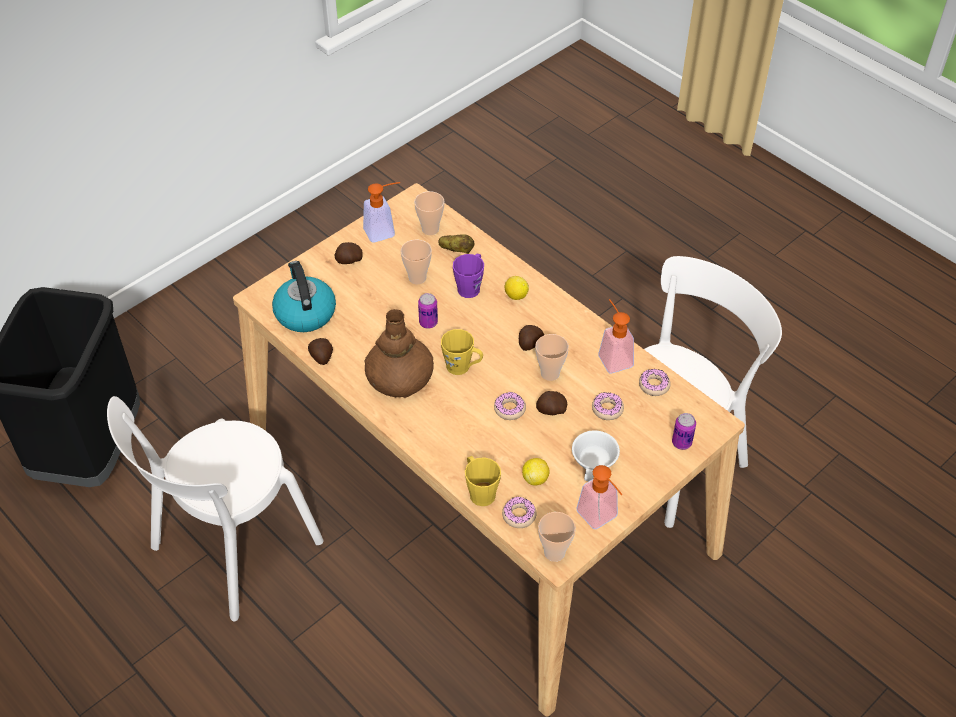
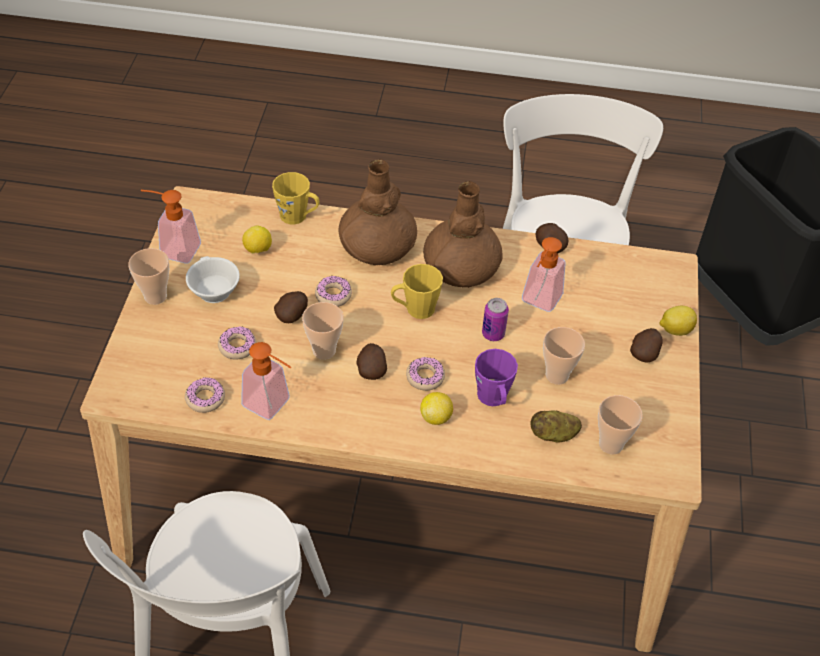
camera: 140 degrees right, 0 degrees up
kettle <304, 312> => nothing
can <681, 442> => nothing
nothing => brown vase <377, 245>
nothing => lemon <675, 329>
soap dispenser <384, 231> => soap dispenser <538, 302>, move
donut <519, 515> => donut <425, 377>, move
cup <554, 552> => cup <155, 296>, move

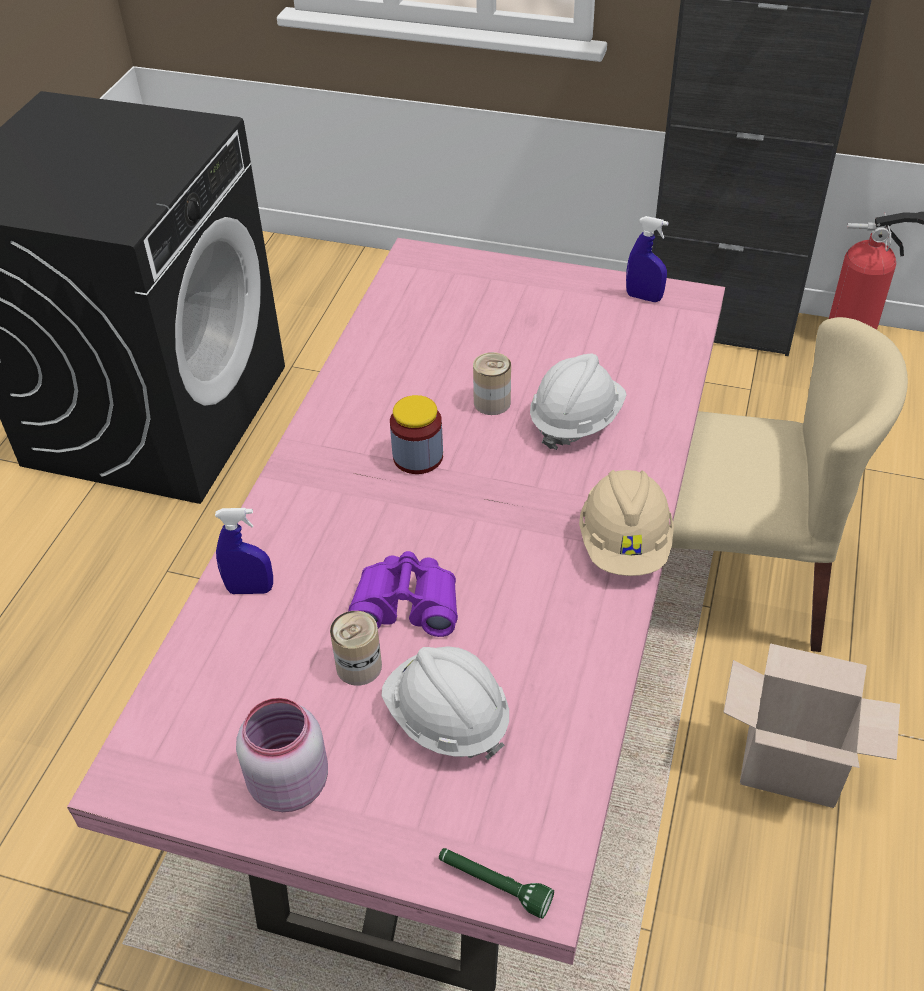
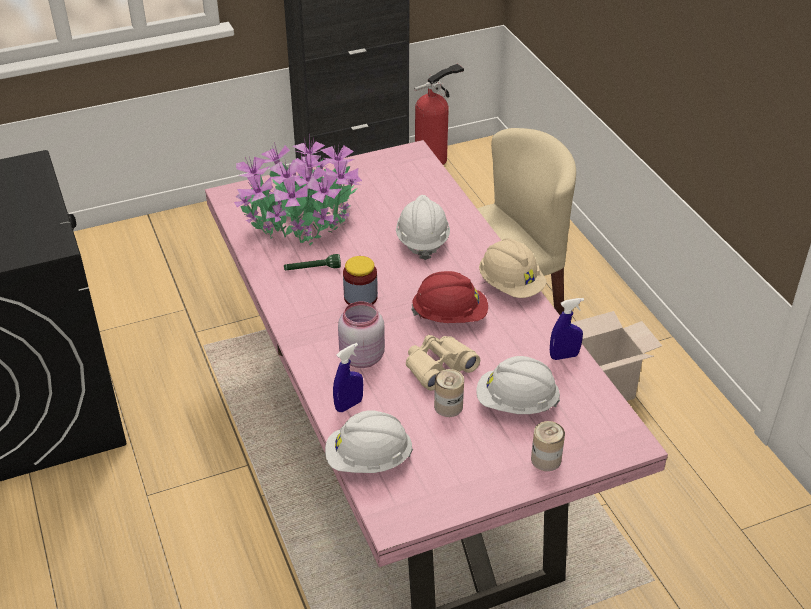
camera: 40 degrees left, 5 degrees down
nothing => potted plant <303, 221>
nothing => white hard hat <368, 460>
nothing => red hard hat <450, 315>
pink jar <287, 782> => pink jar <360, 357>, move
green flashlight <493, 885> => green flashlight <312, 269>, move
can <492, 402> => can <546, 459>, move
blue spray bottle <643, 297> => blue spray bottle <564, 356>, move
purple binoculars <407, 604> => beige binoculars <439, 367>

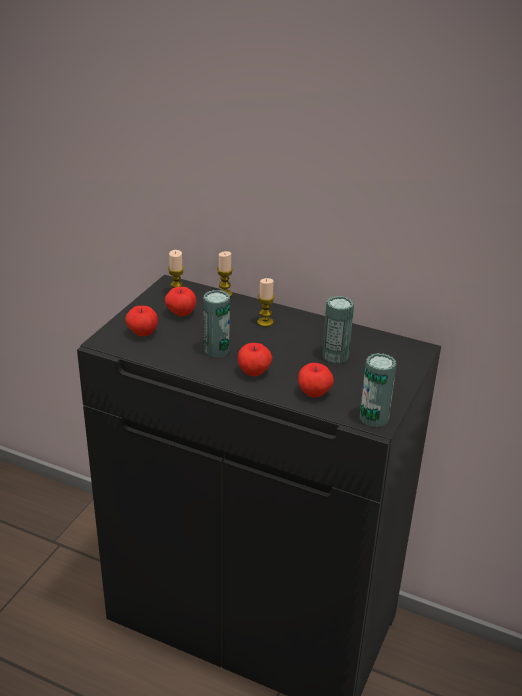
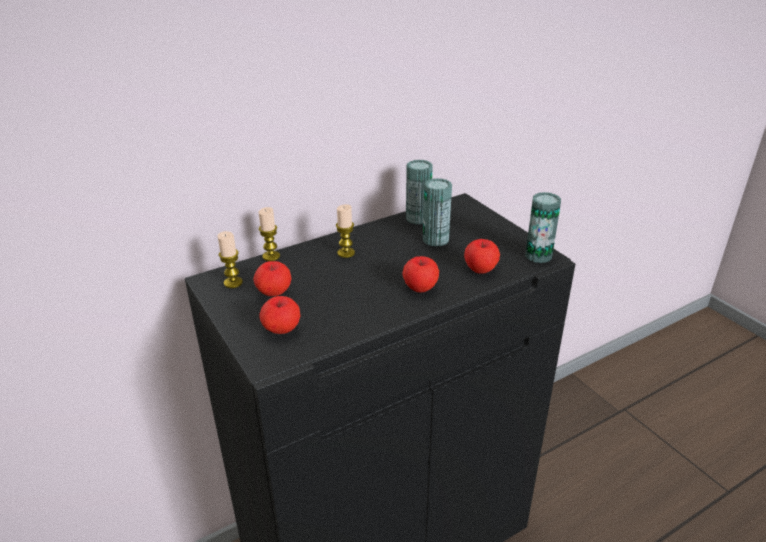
camera: 55 degrees left, 0 degrees up
can <216, 350> => can <418, 218>, move

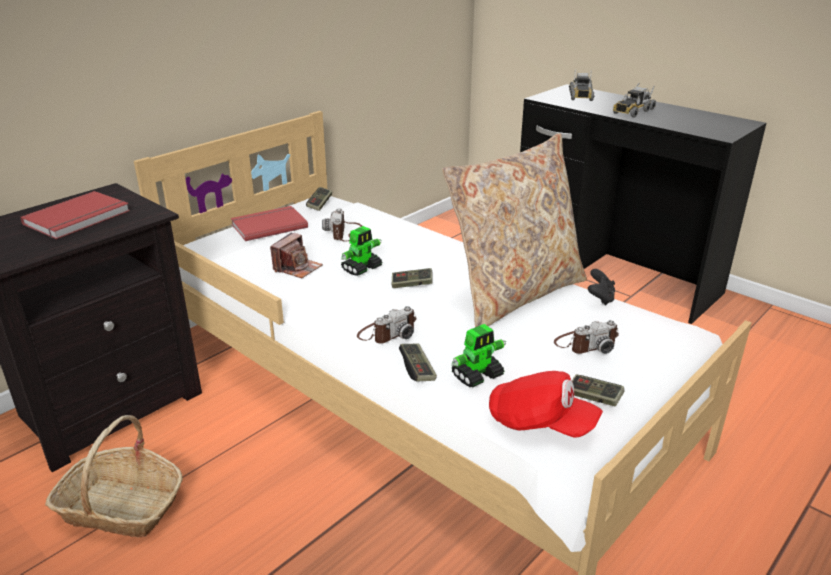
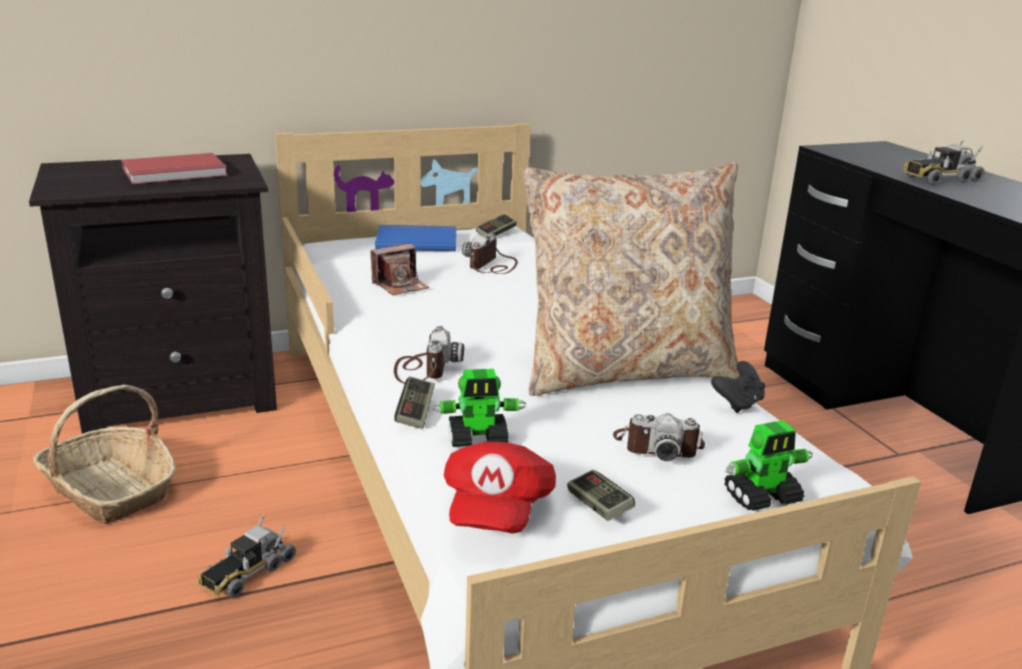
camera: 25 degrees right, 5 degrees down
game controller <412, 285> => nothing
toy robot <362, 268> => toy robot <763, 497>, move
toy truck <581, 96> => toy truck <247, 572>, move
red book <268, 225> => blue book <416, 241>
photo camera <387, 333> => photo camera <424, 368>, 75 degrees counterclockwise
red cap <540, 423> => red cap <496, 510>, 45 degrees clockwise

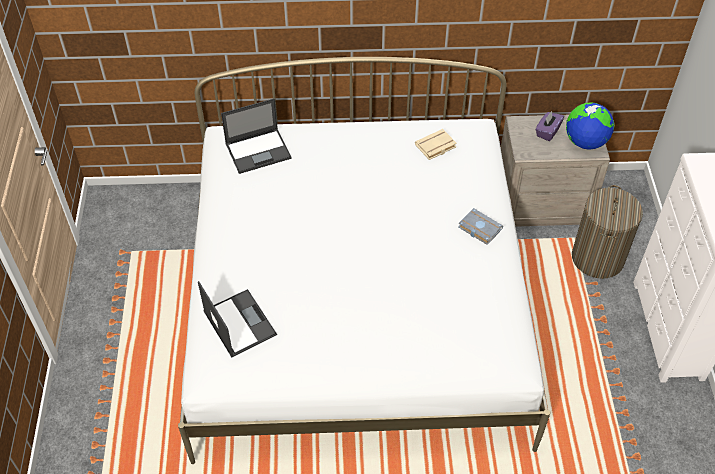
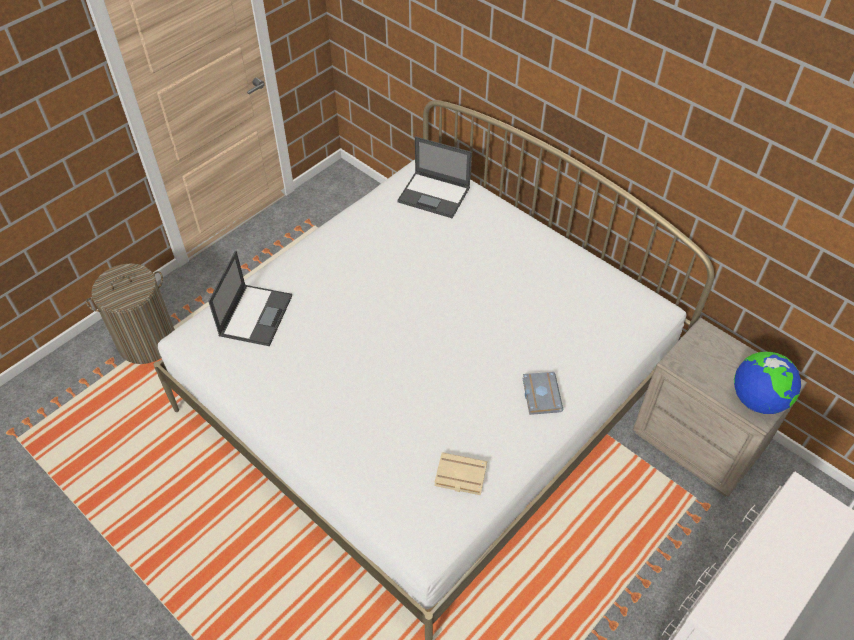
camera: 45 degrees right, 0 degrees up
purple tissue box <547, 132> => nothing
beige book <435, 147> => beige book <459, 476>, move
laundry basket <597, 258> => laundry basket <147, 341>, move

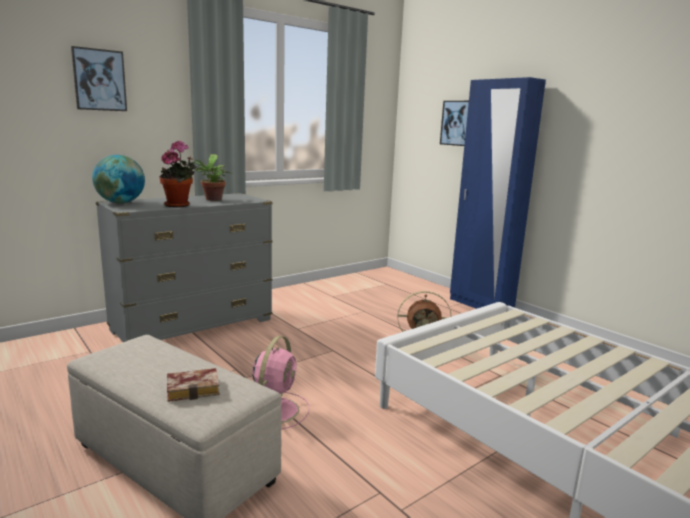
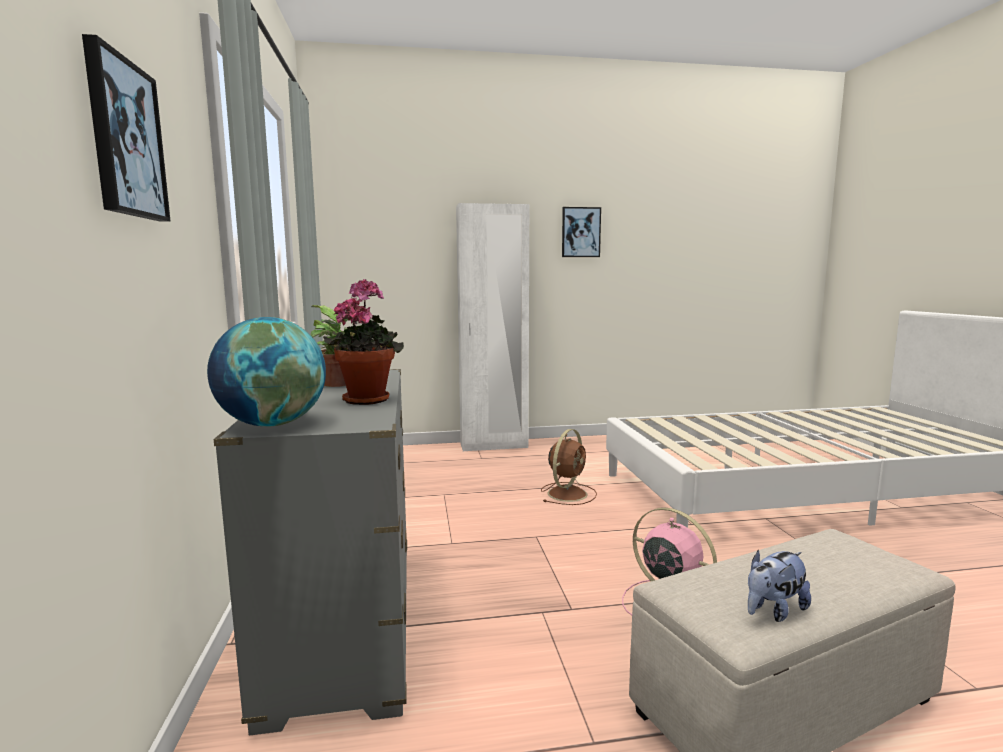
camera: 60 degrees left, 5 degrees down
book <195, 388> => nothing
nothing => plush toy <773, 611>
picture <456, 123> => picture <580, 232>, move
blue wardrobe <480, 305> => white wardrobe <494, 446>

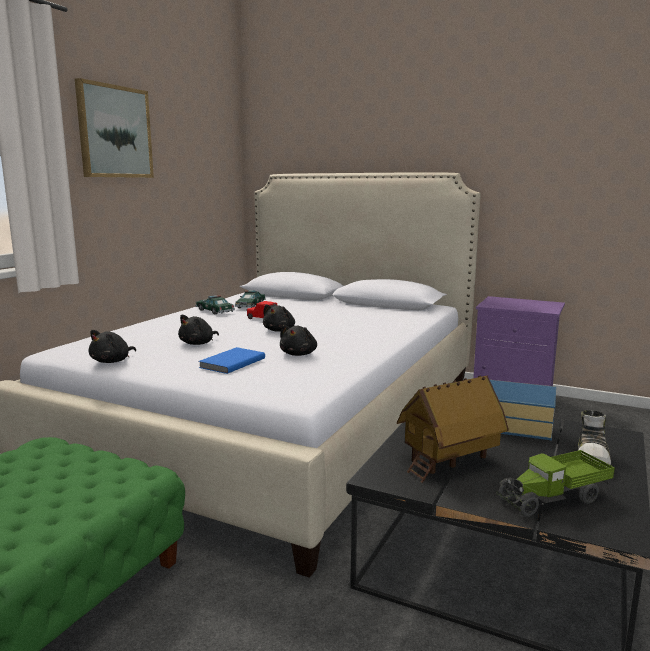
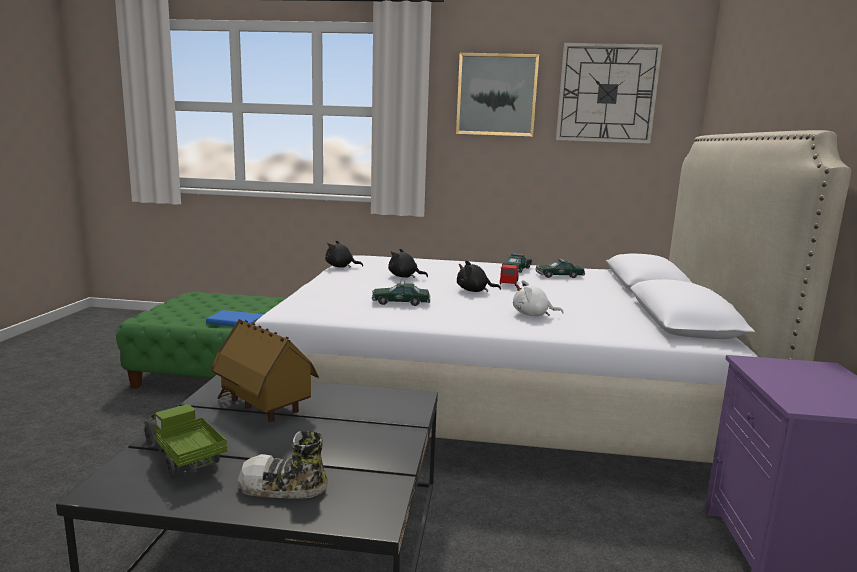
camera: 70 degrees right, 0 degrees up
toy house <517, 428> => nothing
nothing => white plush toy <533, 315>
nothing => wall clock <607, 94>
blue book <231, 363> => blue book <236, 321>, move
black plush toy <299, 354> => toy car <400, 302>

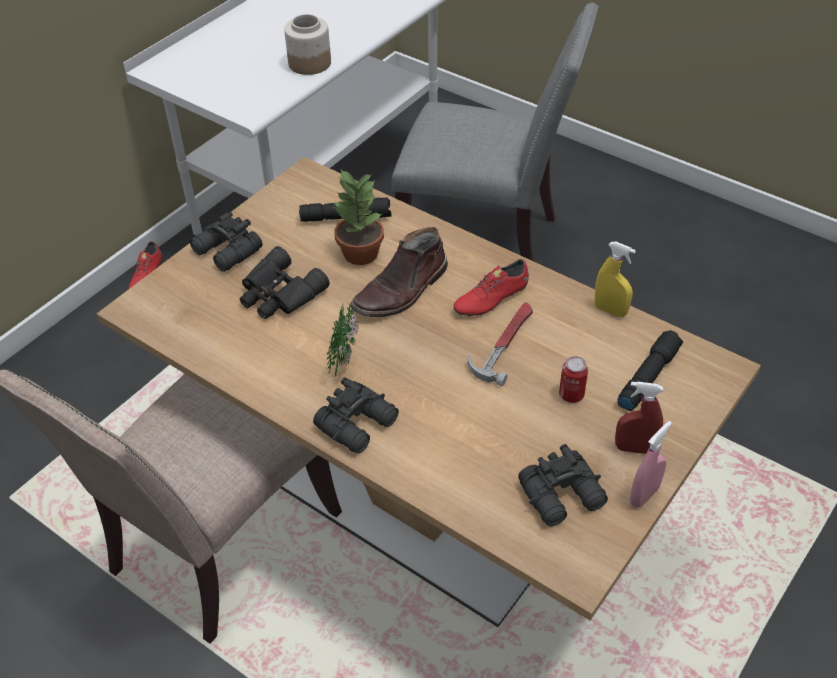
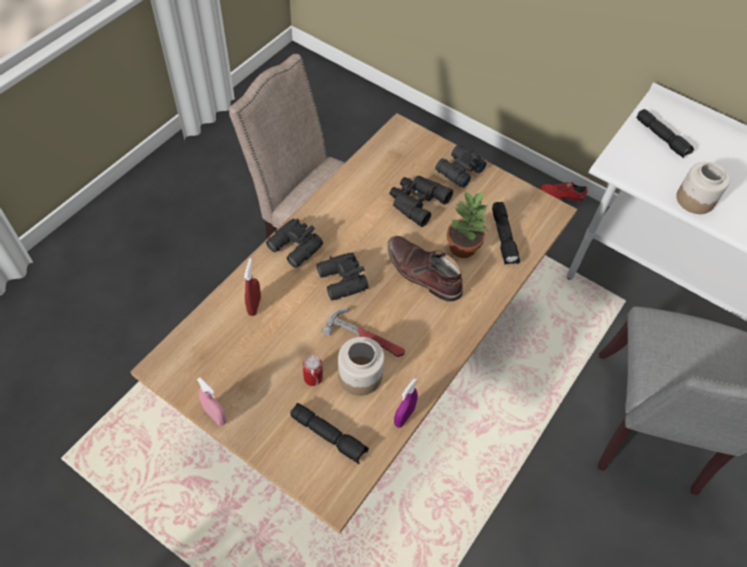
camera: 85 degrees right, 10 degrees up
potted plant <343, 357> => nothing
red shoe <491, 299> => nothing
nothing => jar <359, 376>
nothing => black flashlight <662, 138>
black binoculars <563, 496> => black binoculars <341, 281>, move
red spray bottle <634, 449> => red spray bottle <254, 305>, move
yellow spray bottle <610, 310> => purple spray bottle <404, 417>

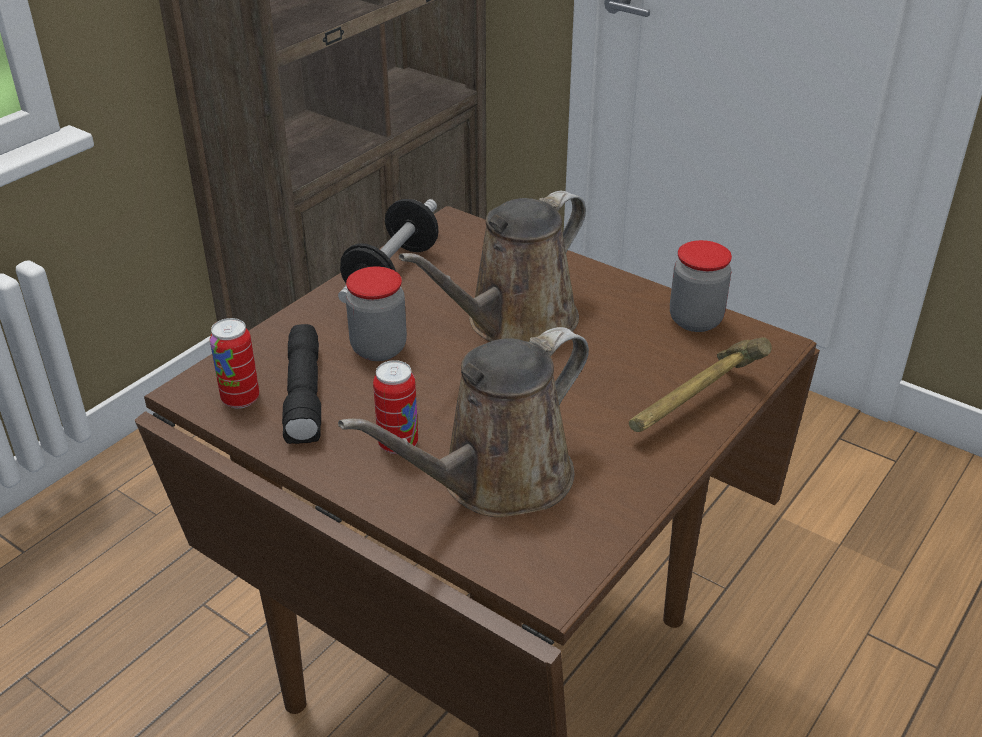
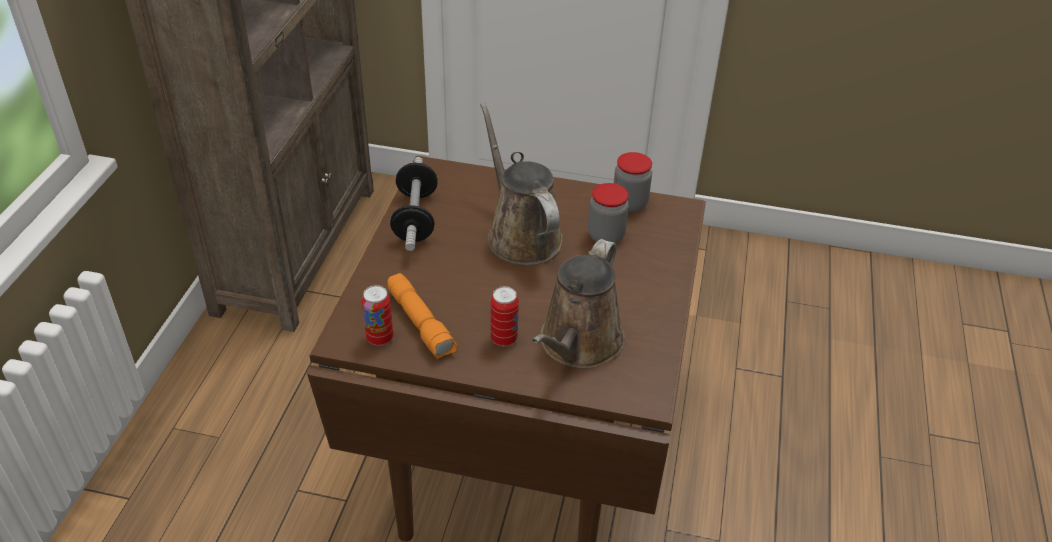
camera: 25 degrees left, 5 degrees up
hammer <692, 406> => nothing
jar <379, 349> => jar <606, 236>, move
black flashlight <306, 396> => orange flashlight <422, 323>
brown watering can <514, 323> => brown watering can <520, 235>, 135 degrees clockwise

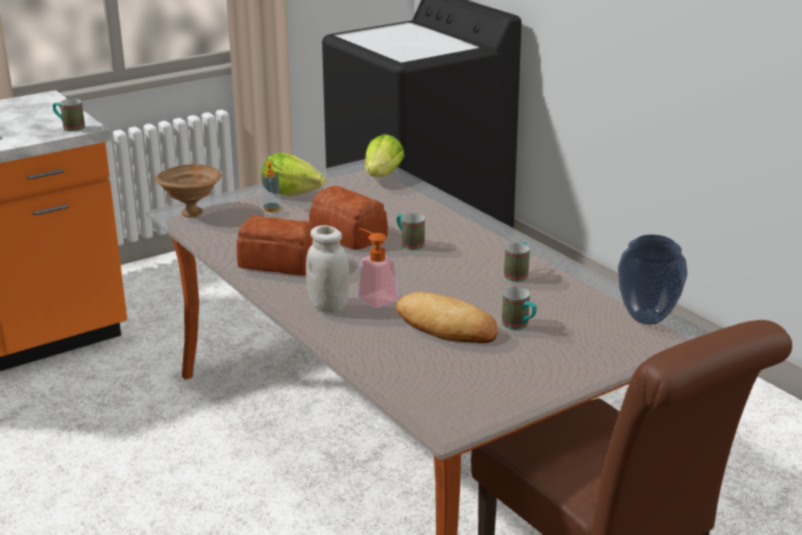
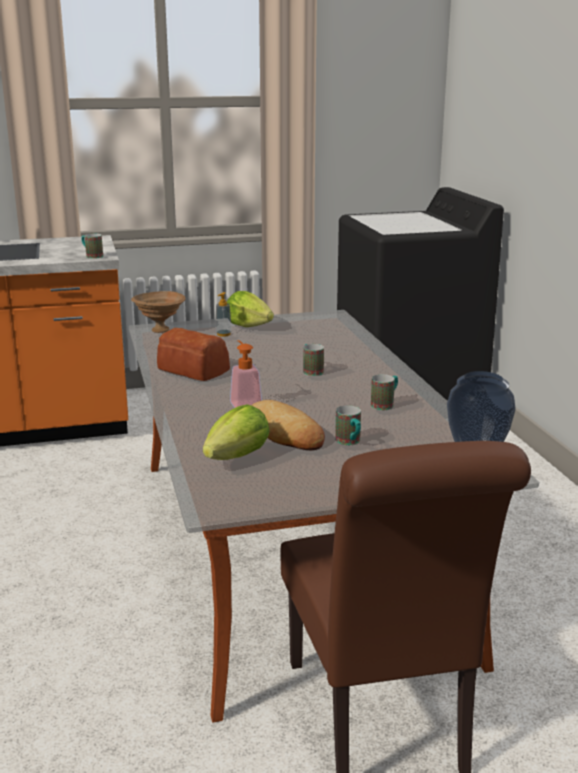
camera: 20 degrees right, 5 degrees down
white jar <328, 306> => nothing
bread <348, 233> => nothing
lettuce <383, 175> => lettuce <237, 457>, move

